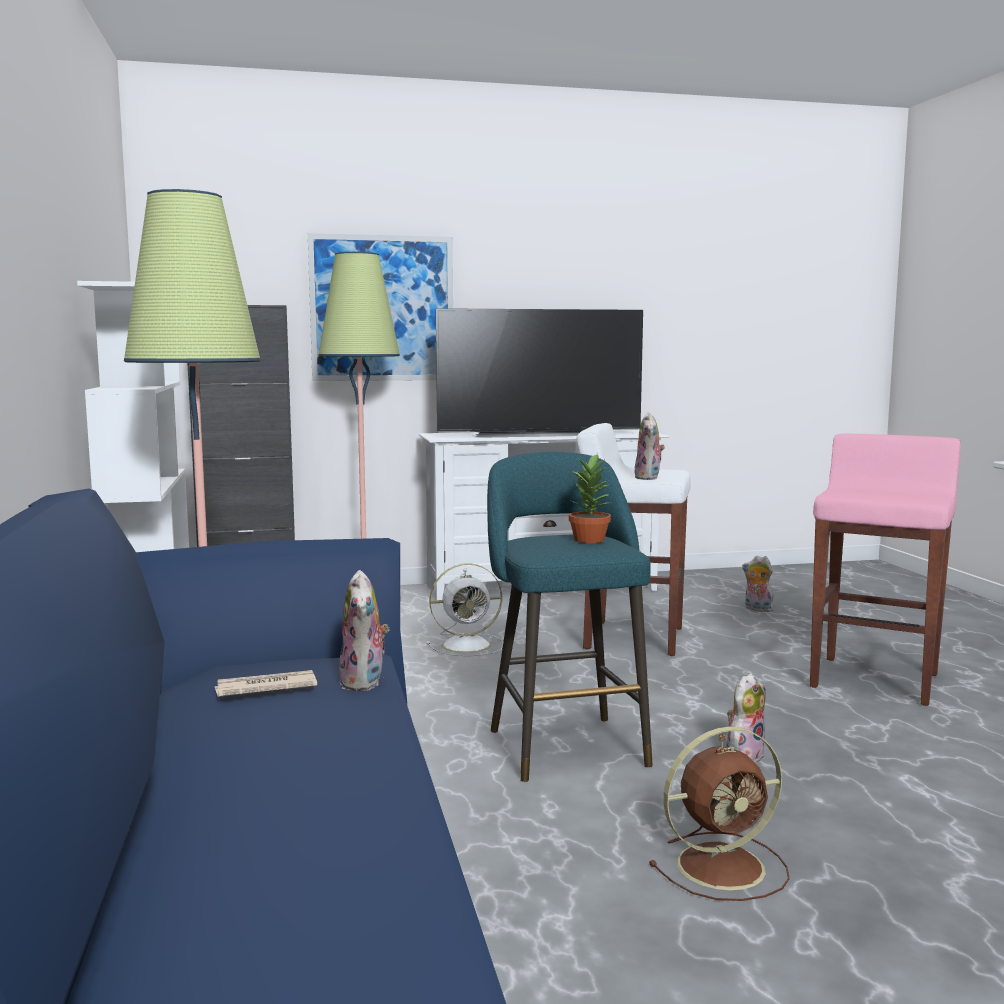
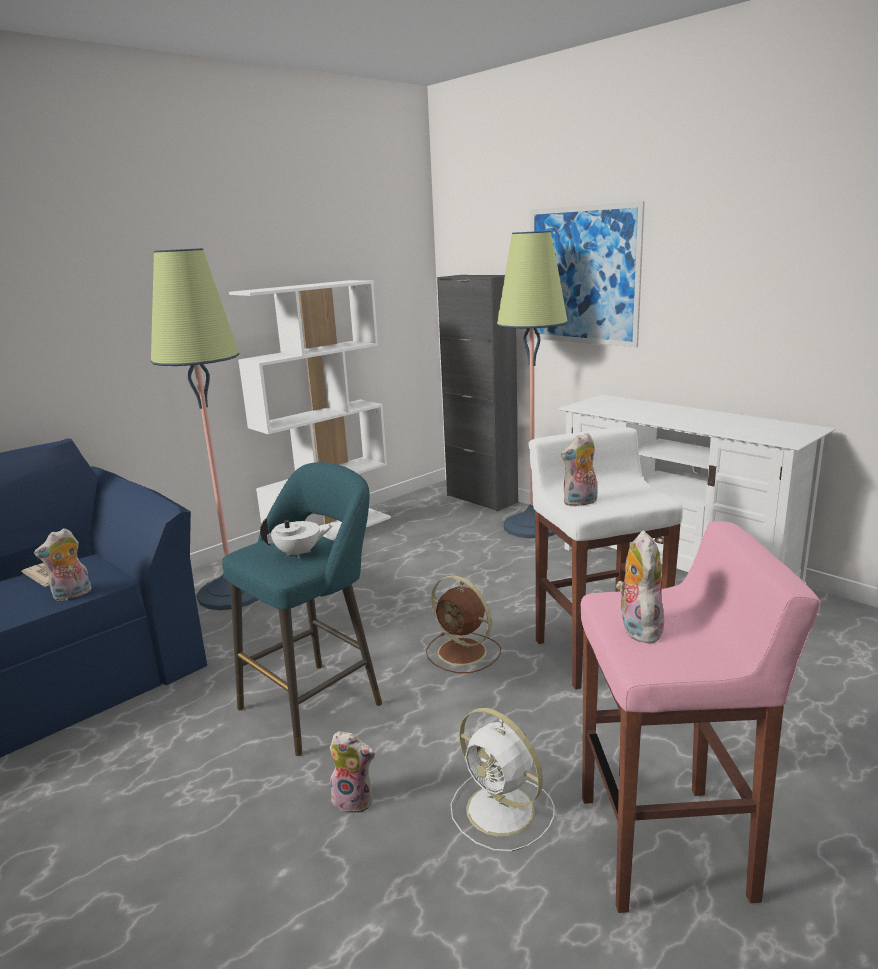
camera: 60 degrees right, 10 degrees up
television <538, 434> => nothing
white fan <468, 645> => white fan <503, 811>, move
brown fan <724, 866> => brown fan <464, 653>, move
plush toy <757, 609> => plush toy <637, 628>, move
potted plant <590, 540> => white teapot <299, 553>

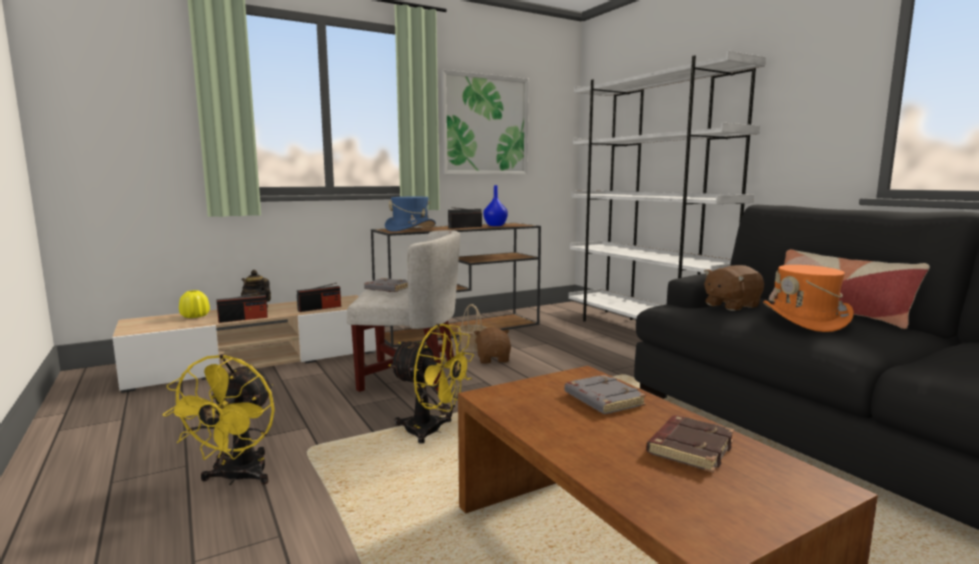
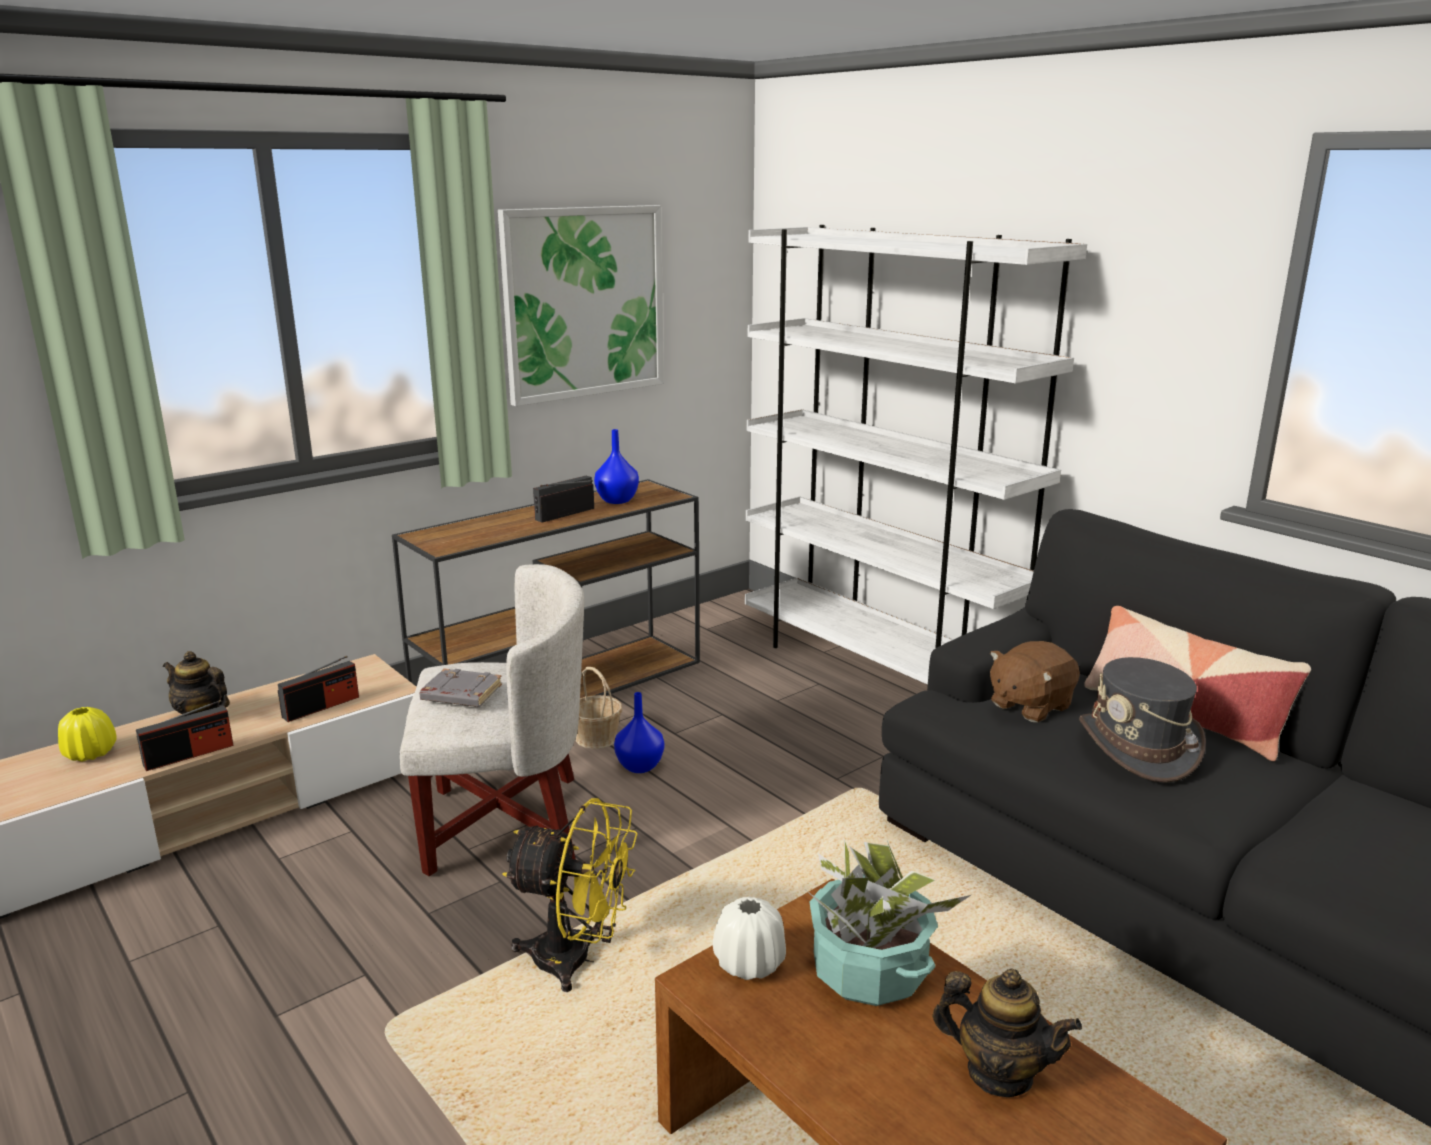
camera: 10 degrees left, 10 degrees up
yellow fan <237, 478> => nothing
blue hat <410, 229> => nothing
nothing => white vase <749, 964>
brown plush toy <493, 359> => blue vase <639, 767>
grey book <602, 400> => potted plant <868, 971>
brown book <689, 448> => teapot <999, 1073>
orange hat <805, 320> => grey hat <1138, 748>

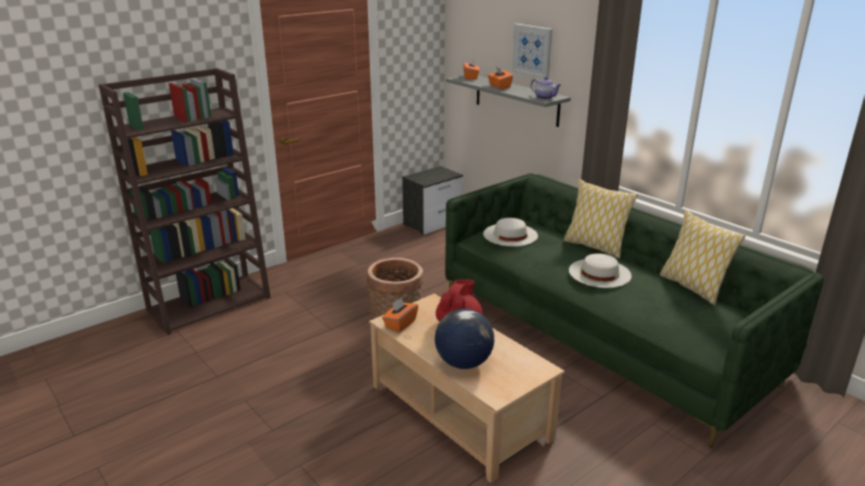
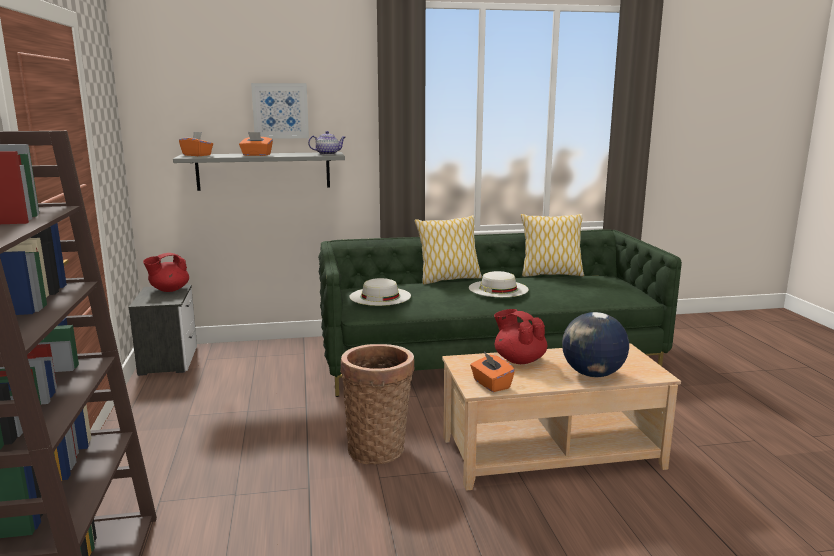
camera: 60 degrees left, 10 degrees down
nothing => red teapot <169, 290>

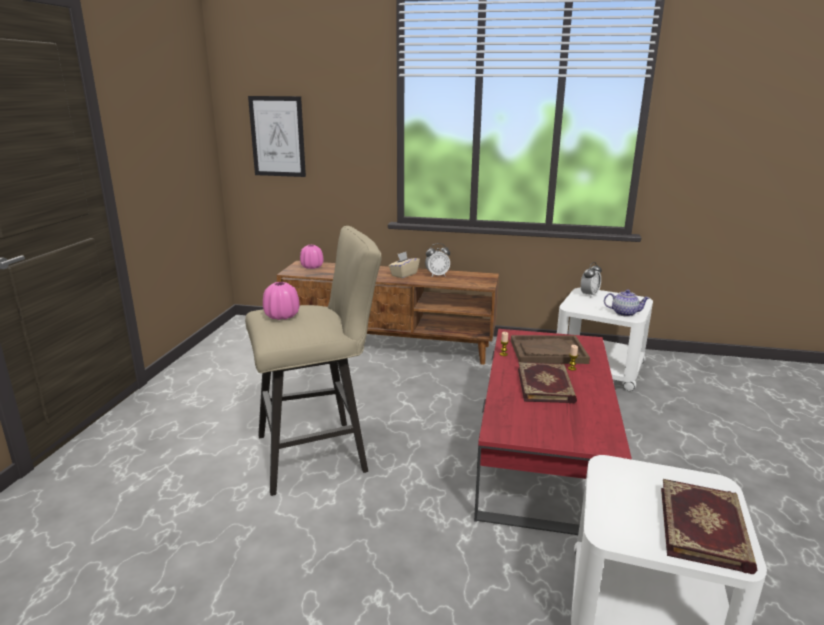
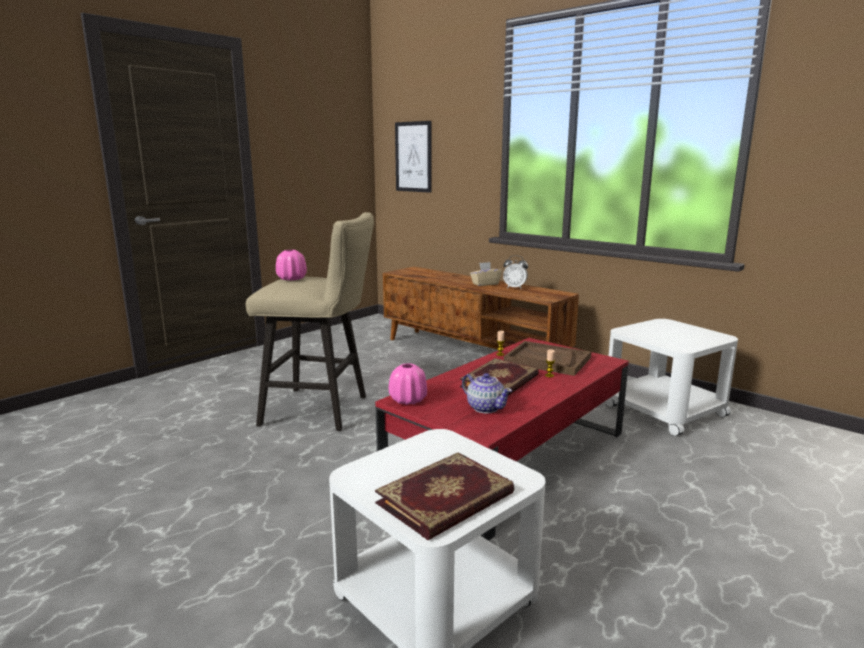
camera: 30 degrees right, 5 degrees down
alarm clock <589, 295> => nothing
pink vase <312, 267> => pink vase <408, 400>, move
teapot <624, 313> => teapot <485, 407>, move

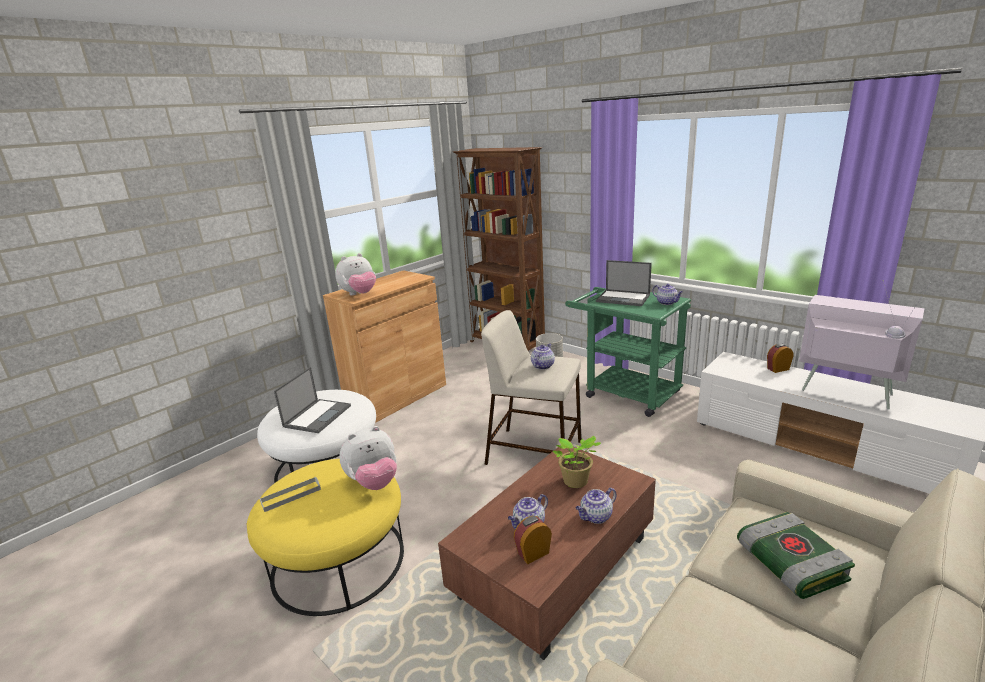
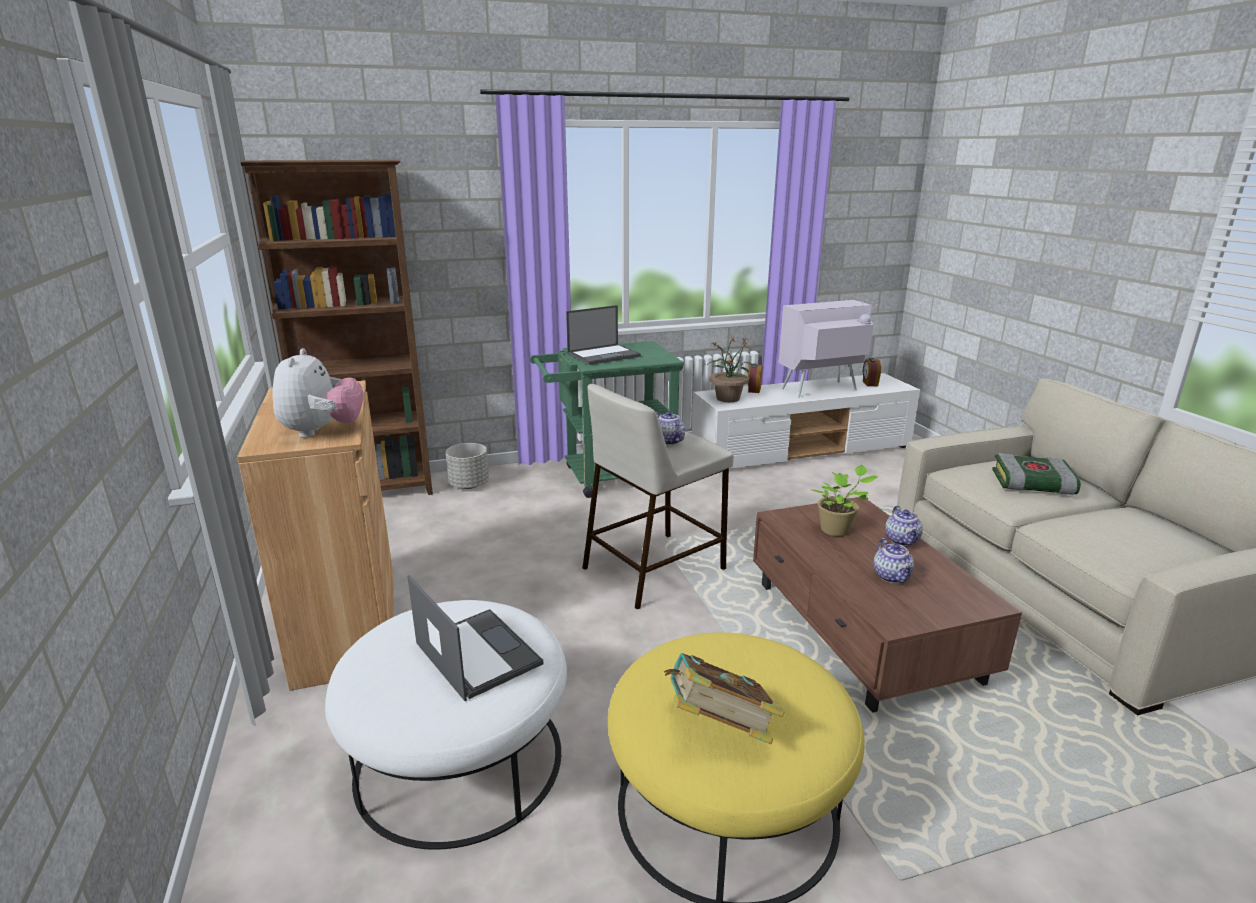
camera: 60 degrees left, 0 degrees up
plush toy <374, 483> => nothing
teapot <667, 303> => nothing
nothing => potted plant <728, 398>
alarm clock <533, 553> => alarm clock <869, 383>, move
grey tray <291, 496> => book <718, 728>

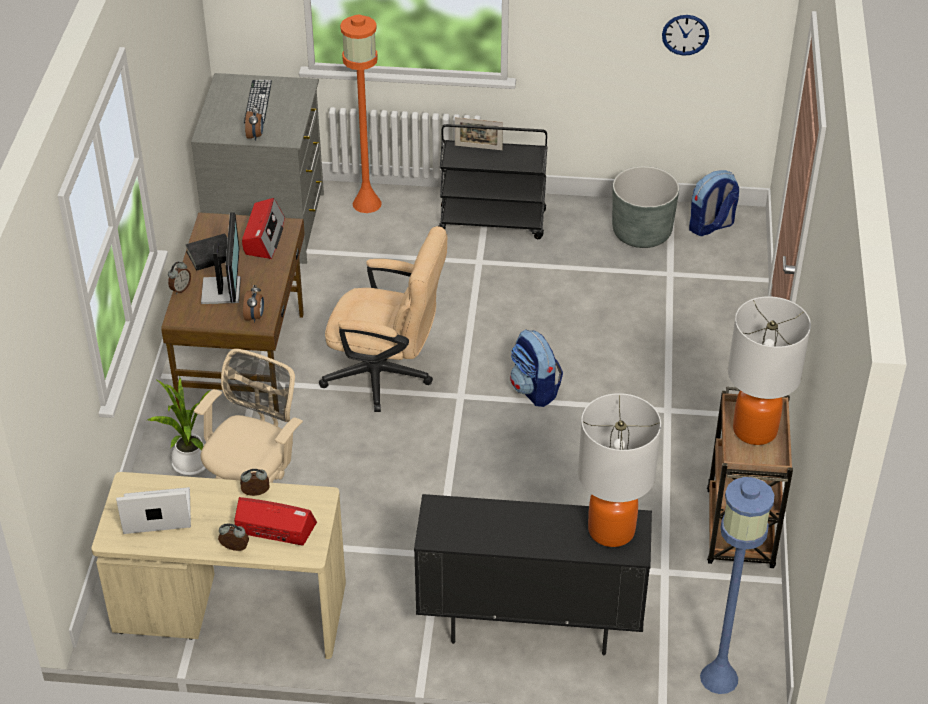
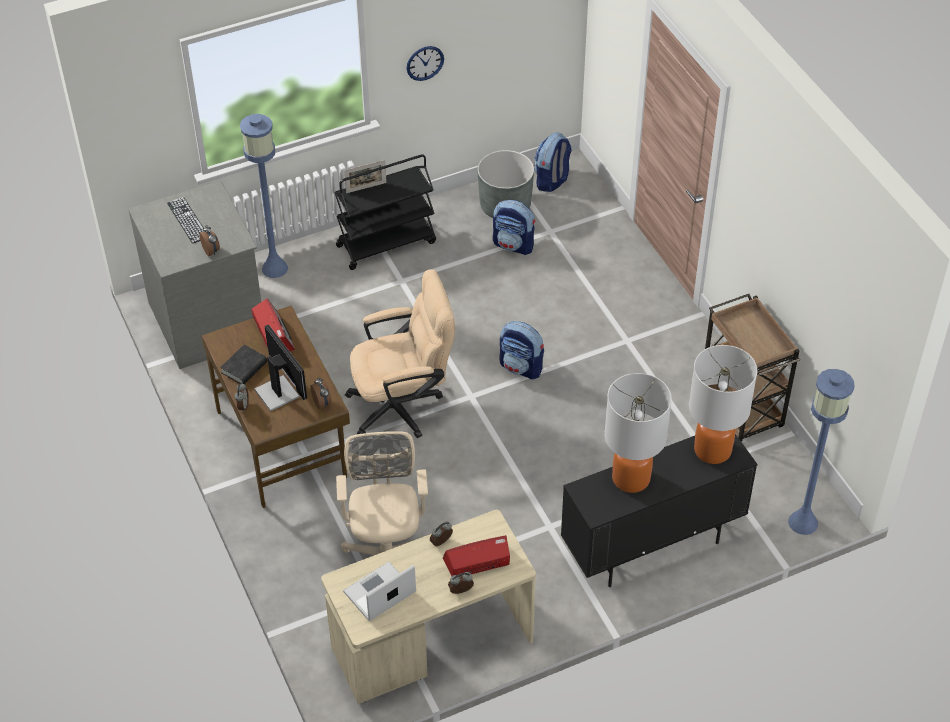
camera: 30 degrees left, 5 degrees up
potted plant <190, 465> => nothing
nothing => backpack <514, 245>
wall clock <685, 34> => wall clock <425, 63>, move
table lamp <754, 430> => table lamp <630, 478>, move
orange floor lamp <366, 204> => blue floor lamp <274, 268>

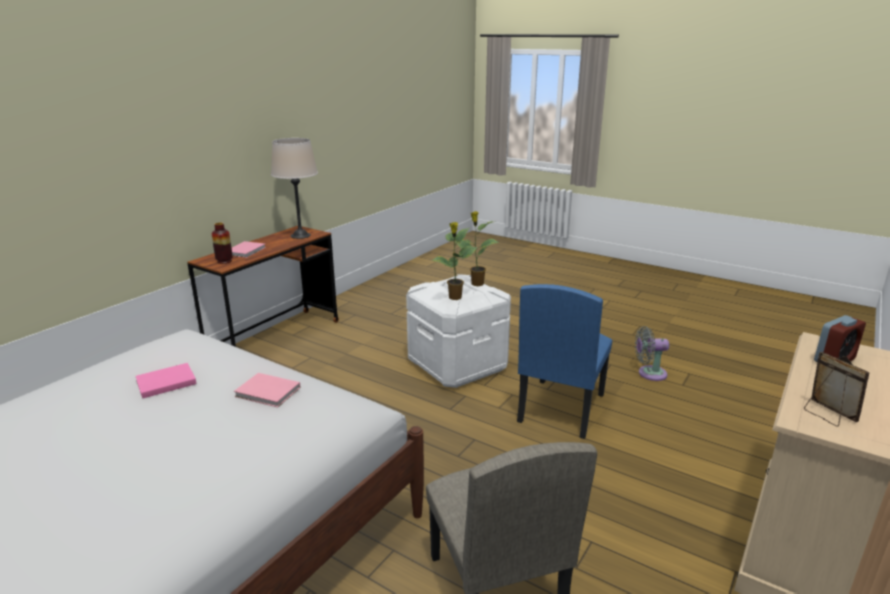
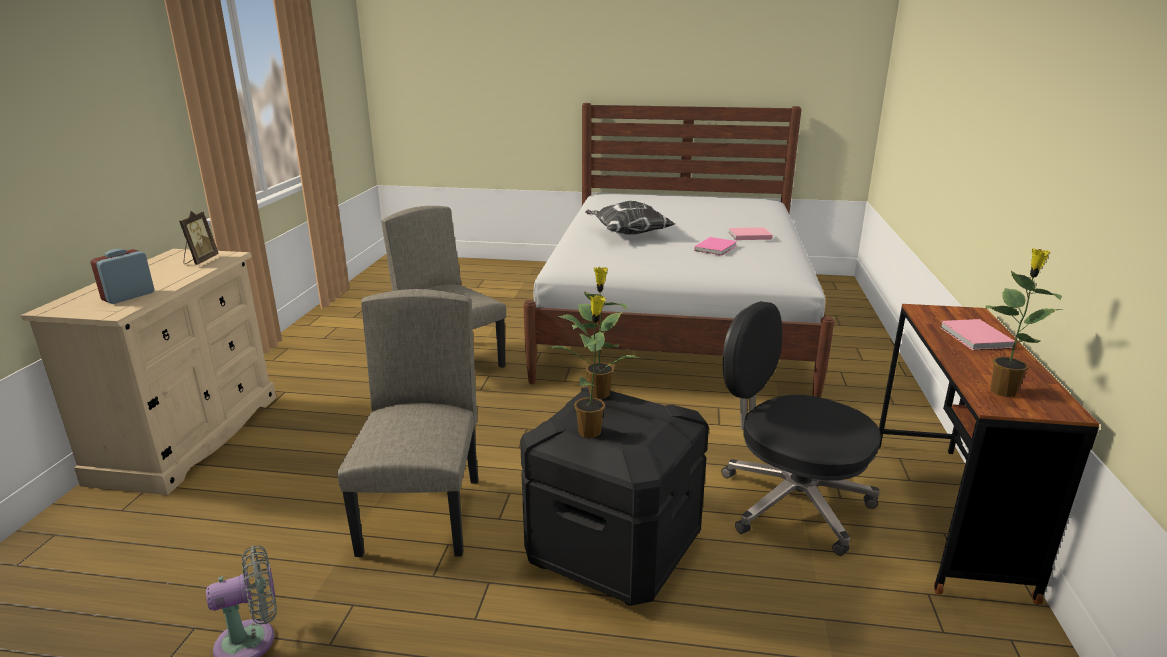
camera: 155 degrees right, 0 degrees up
vase <224, 261> => nothing
nothing => pillow <628, 234>
nothing => black office chair <790, 502>
pink book <268, 393> => pink book <748, 235>, move
beige table lamp <300, 235> => potted plant <1003, 390>
white storage box <458, 365> => black storage box <612, 549>
blue chair <560, 407> => beige chair <423, 515>
picture frame <827, 415> => picture frame <200, 261>, 120 degrees counterclockwise

